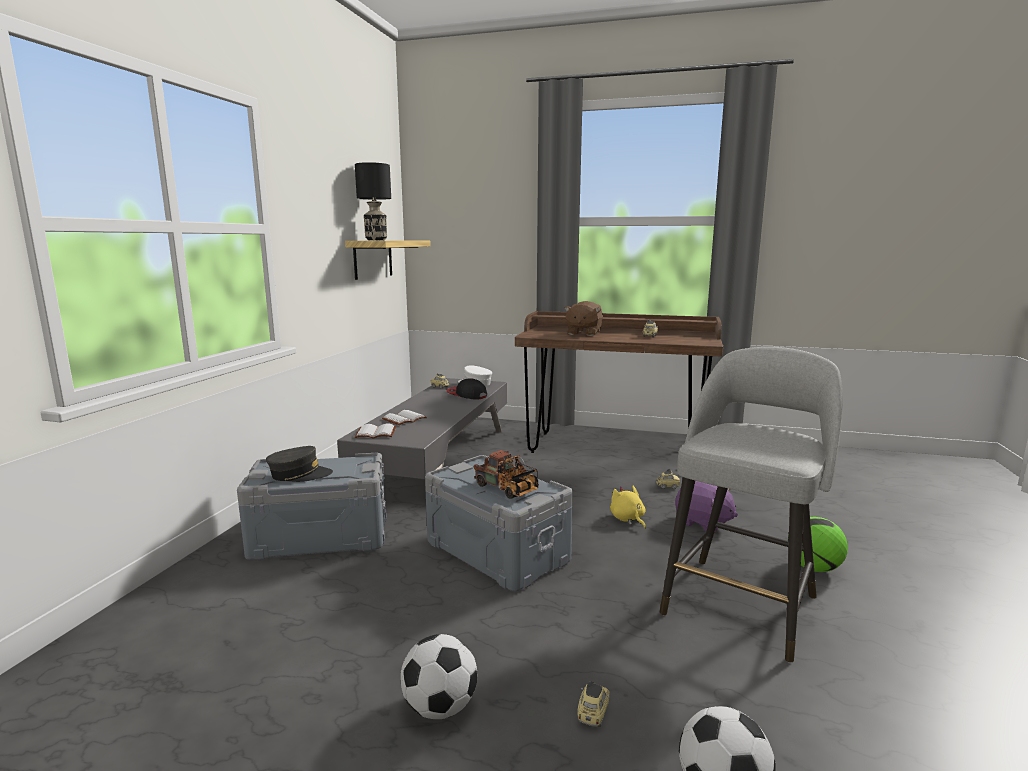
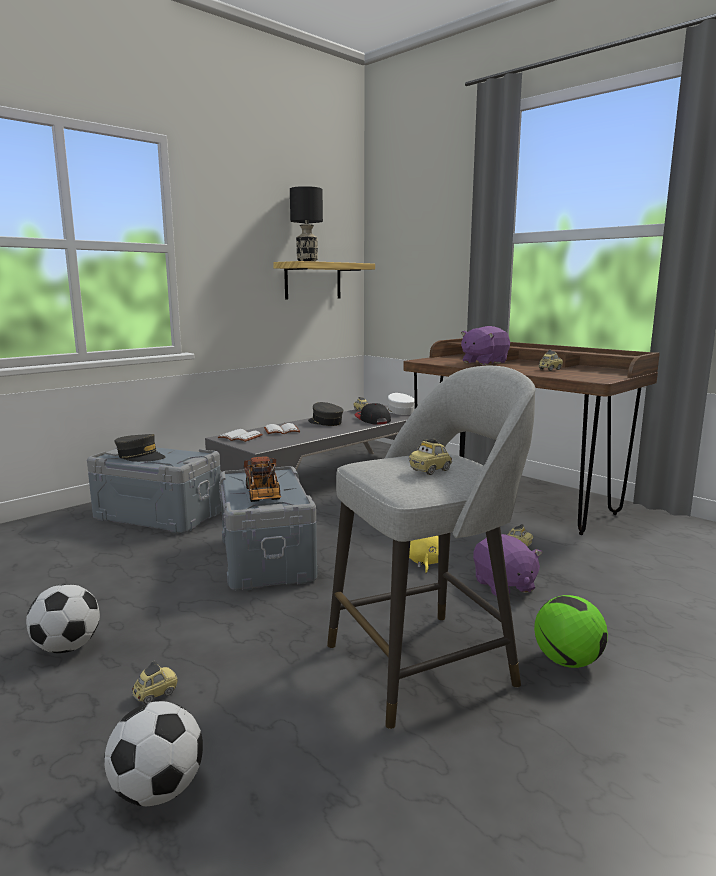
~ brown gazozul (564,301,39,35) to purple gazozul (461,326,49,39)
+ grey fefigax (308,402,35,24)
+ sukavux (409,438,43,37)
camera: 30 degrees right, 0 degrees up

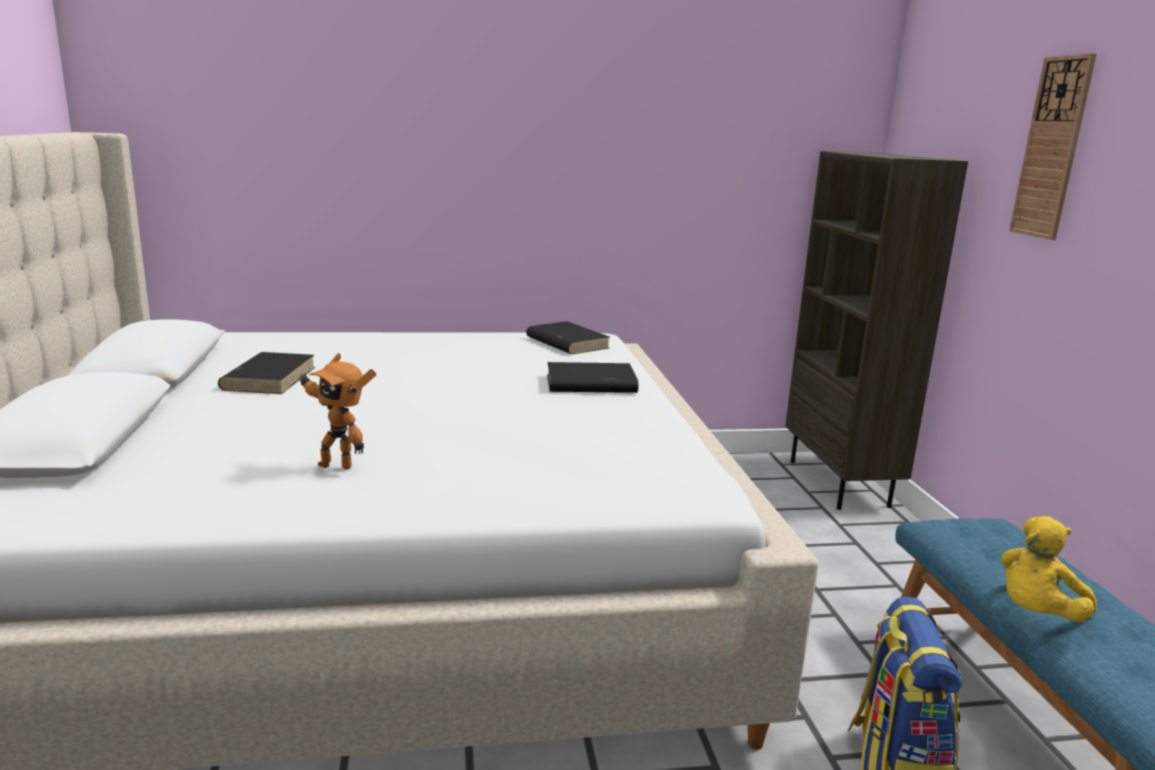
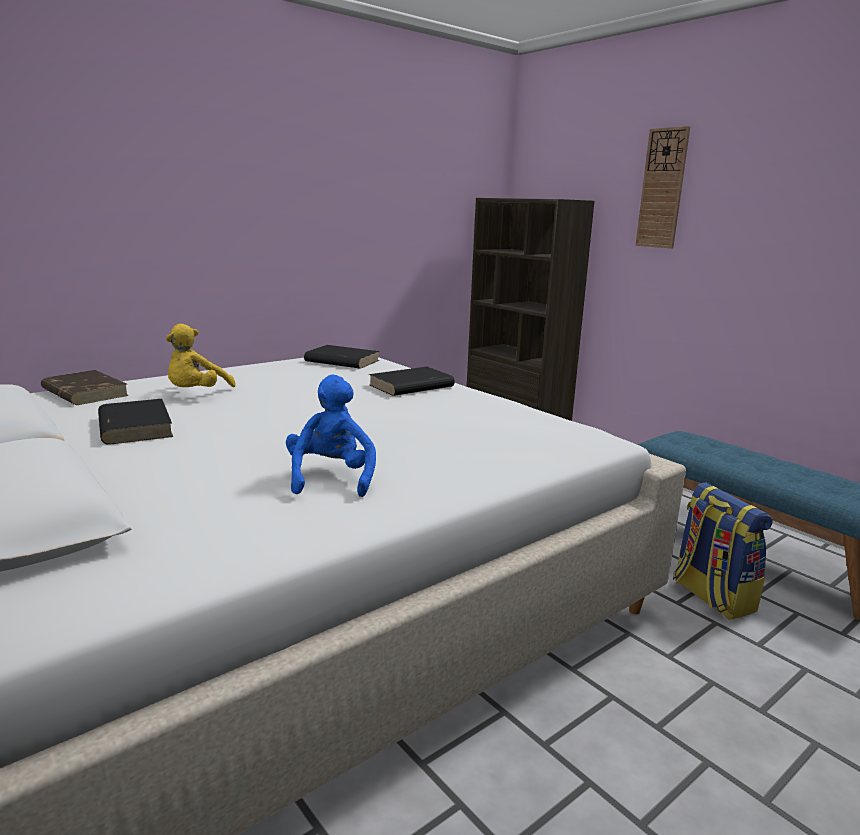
~ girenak (298,353,78,116) to blue gazozul (286,375,90,122)
~ yellow gazozul (1001,516,96,106) to (166,324,70,63)
+ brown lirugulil (41,370,88,35)
camera: 30 degrees left, 0 degrees up

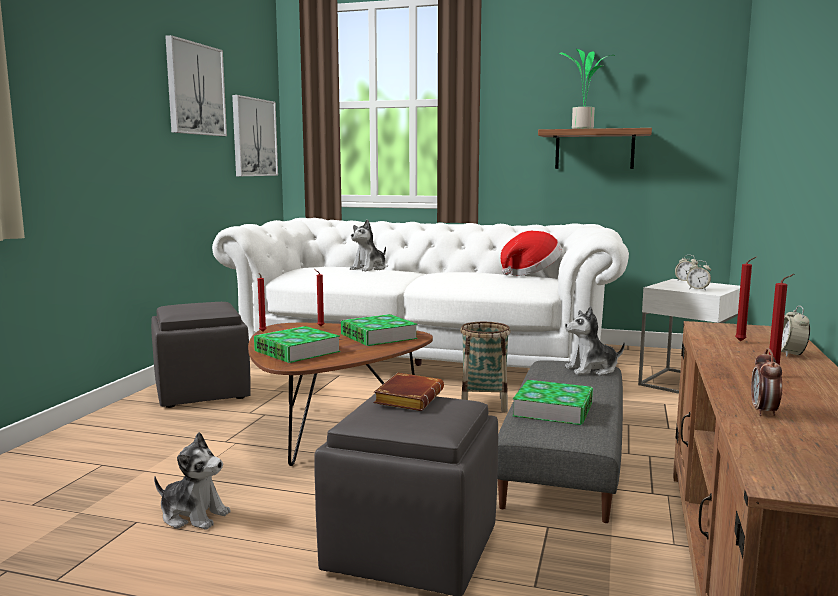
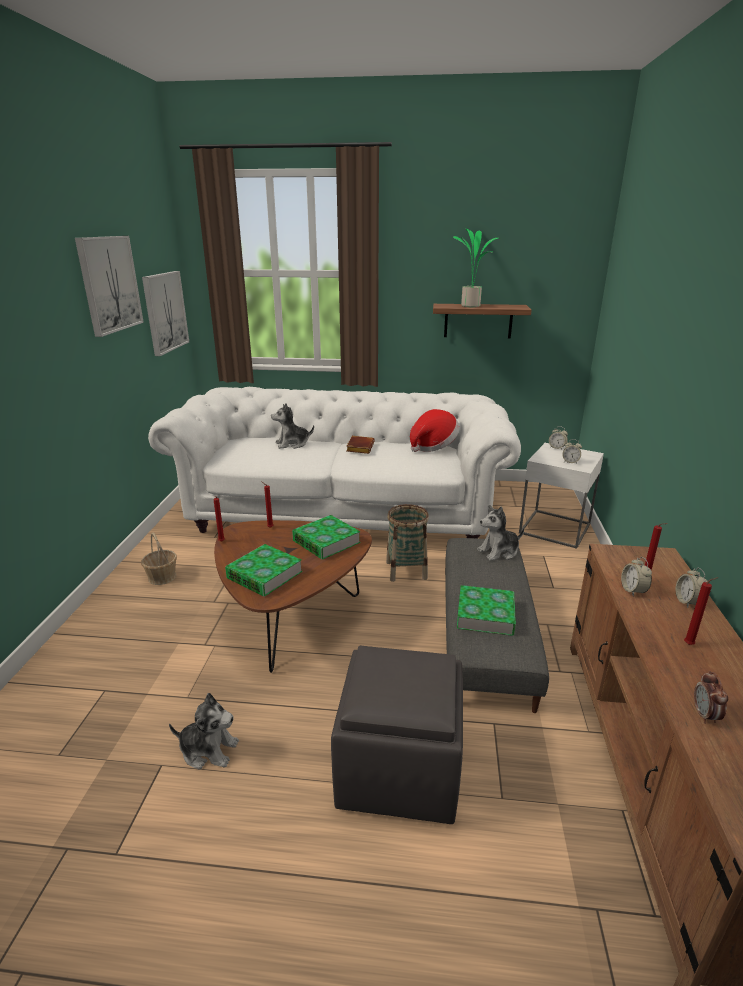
~ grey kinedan (151,302,100,106) to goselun (141,532,36,53)
~ gazozul (350,219,36,52) = (271,403,43,46) 45 degrees clockwise
~ brown lirugulil (373,373,71,38) to (346,436,29,18)
+ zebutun (621,557,31,39)
camera: 10 degrees left, 15 degrees up

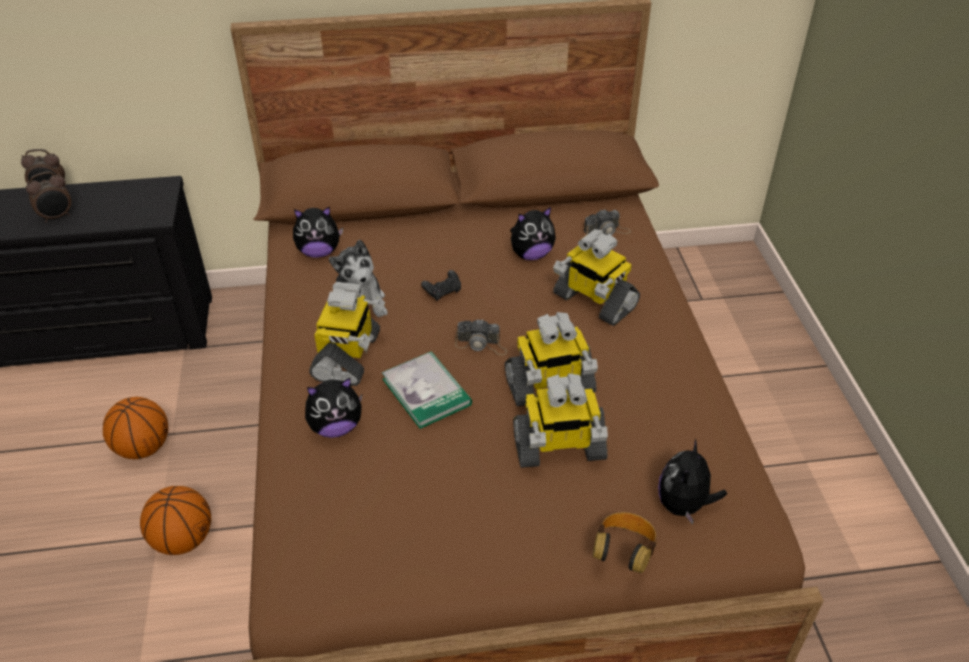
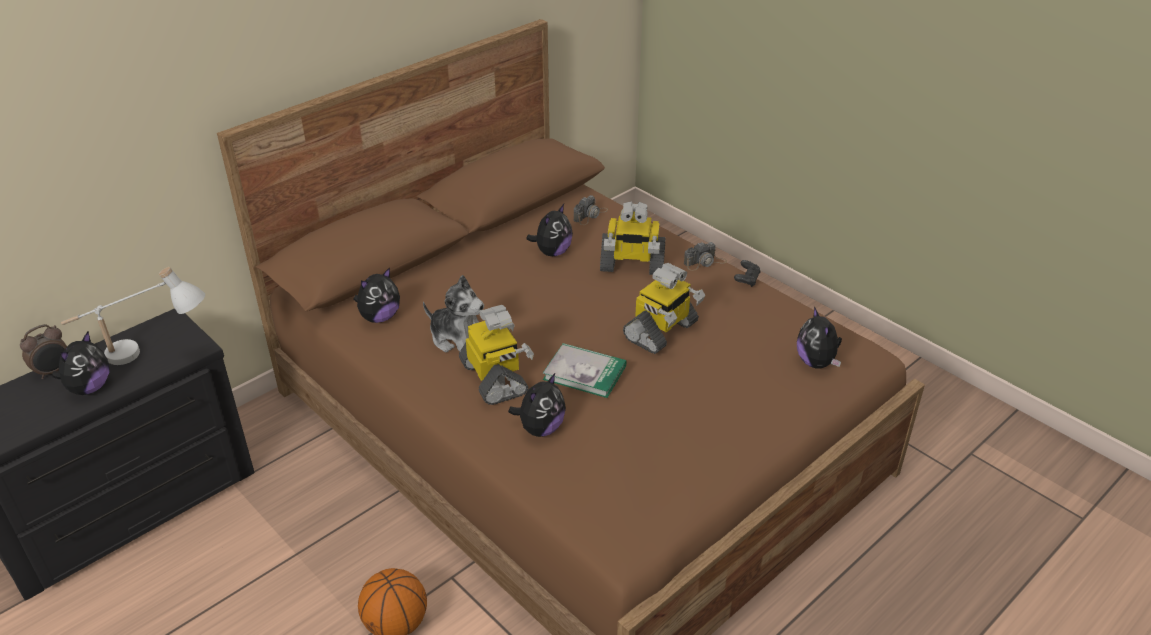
~ zebutun (26,172,45,50) to gazozul (52,332,58,63)
- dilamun (103,397,65,62)
~ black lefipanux (421,270,40,31) to (734,260,27,27)
~ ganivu (455,319,52,36) to (684,242,43,29)
- girenak (513,373,95,95)
- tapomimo (593,512,64,61)
+ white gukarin (61,267,144,98)
camera: 35 degrees left, 5 degrees down

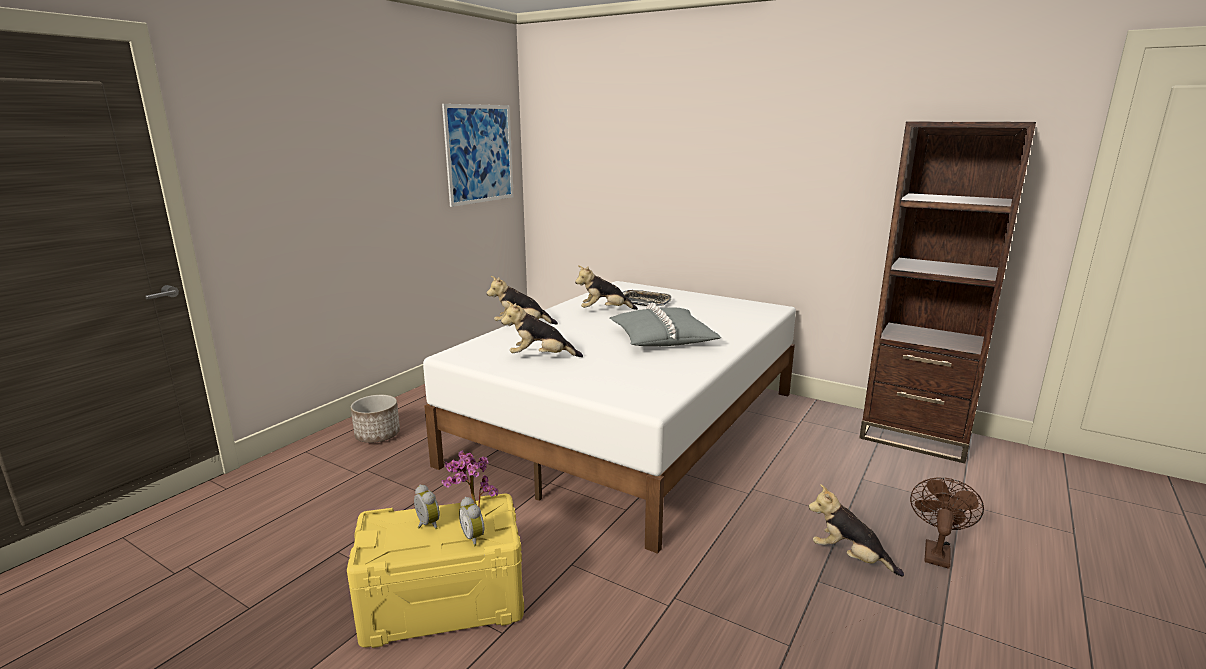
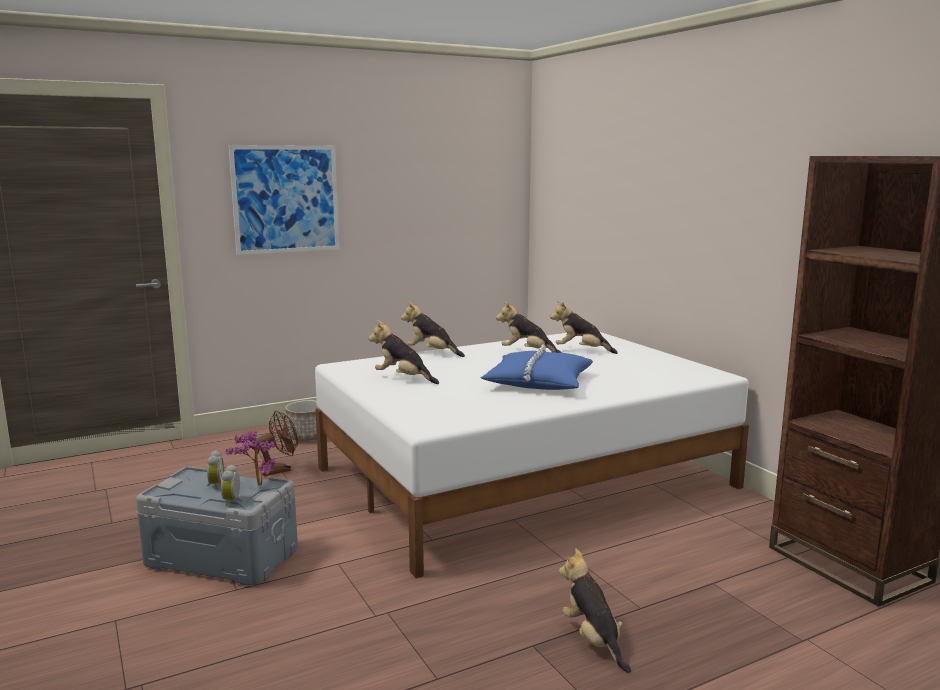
~ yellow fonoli (347,493,177,155) to grey fonoli (136,467,162,119)
~ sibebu (442,104,72,103) to (229,145,110,110)
~ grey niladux (610,302,111,44) to blue niladux (480,345,113,45)
~ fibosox (622,290,50,16) to gazozul (550,301,68,53)
~ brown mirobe (910,477,74,92) to (256,411,42,65)
camera: 30 degrees right, 5 degrees down

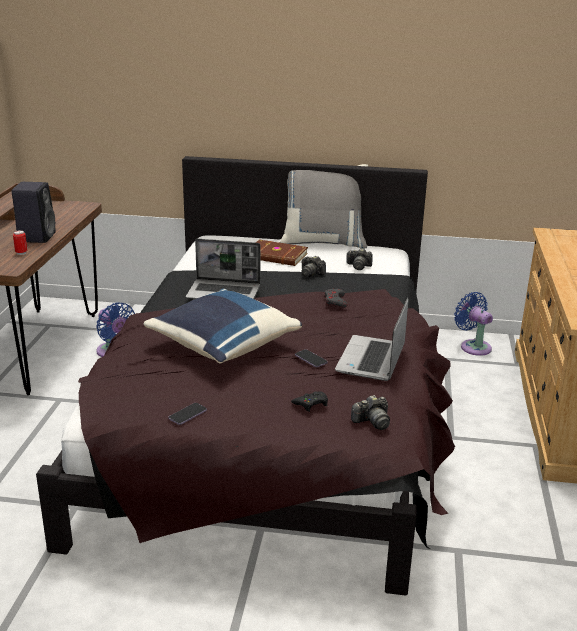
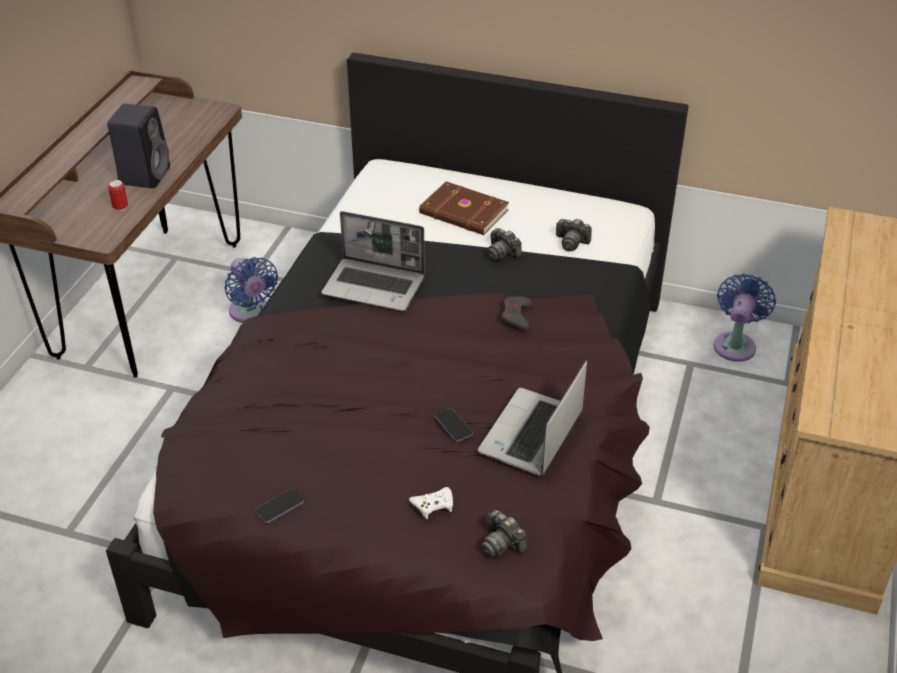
- blue niladux (143,289,159,74)
- grey niladux (280,164,88,85)
~ black lefipanux (291,391,37,21) to white lefipanux (409,487,44,32)
~ ganivu (351,395,39,35) = (481,510,46,48) 60 degrees clockwise
~ blue mirobe (454,292,39,64) = (713,273,63,89) 45 degrees clockwise
camera: 10 degrees right, 15 degrees up

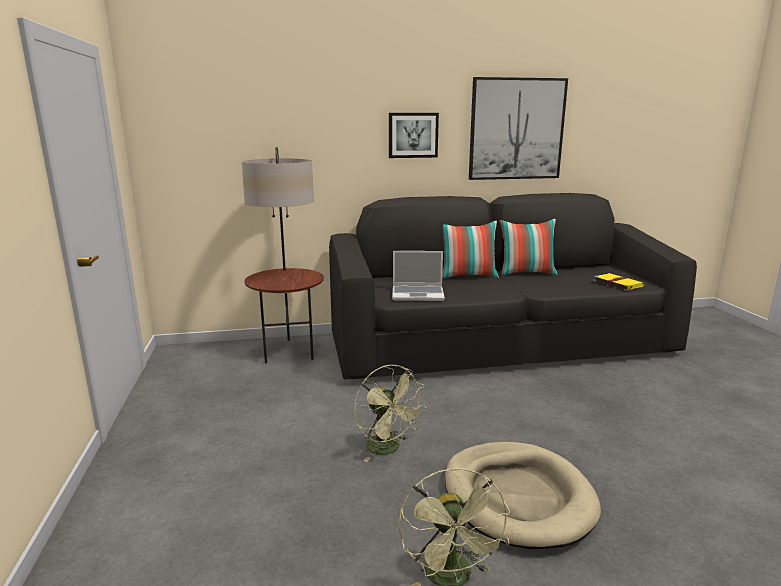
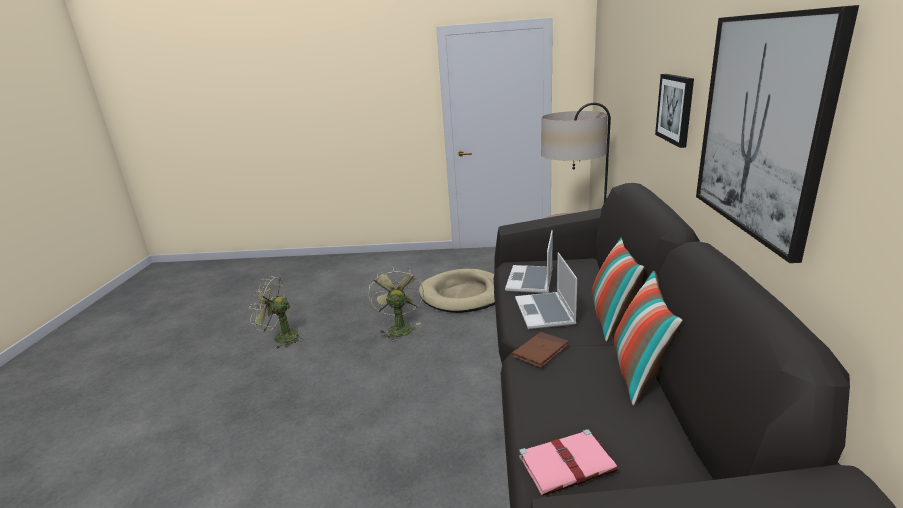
~ green mirobe (354,365,72,97) = (368,266,56,76) 105 degrees clockwise
~ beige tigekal (445,442,156,107) to (419,269,76,44)
~ yellow lirugulil (593,273,52,18) to pink lirugulil (519,429,99,67)
+ brown lirugulil (512,332,56,36)
+ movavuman (515,253,62,76)
camera: 105 degrees right, 5 degrees up

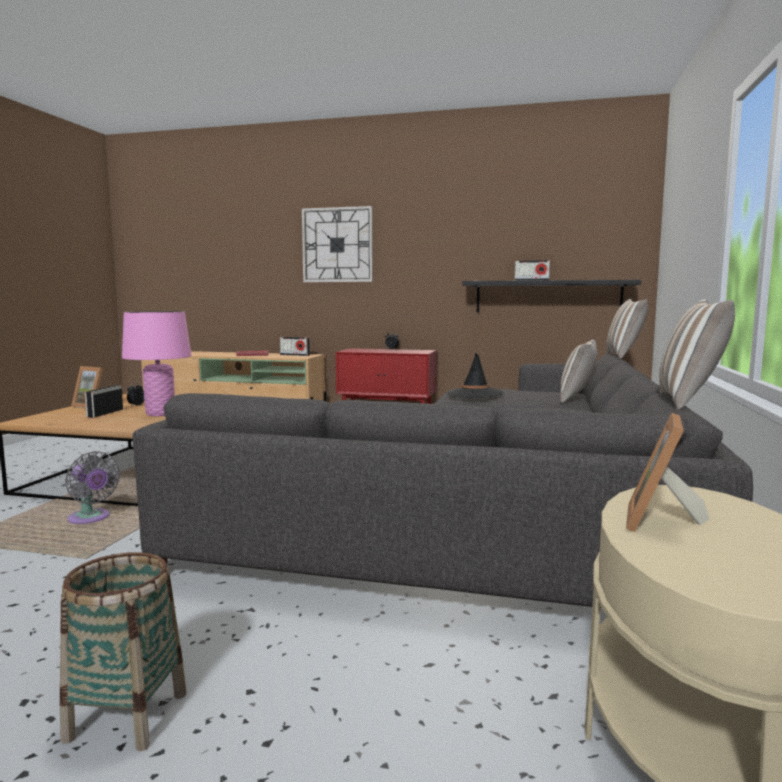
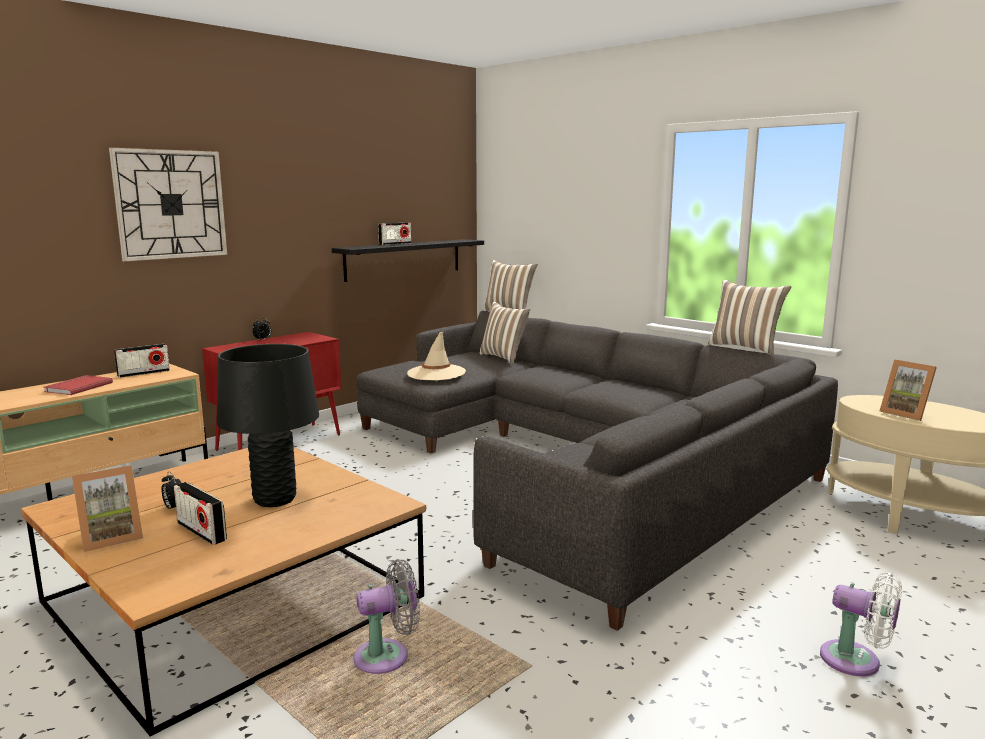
~ goselun (60,552,126,199) to white mirobe (820,572,82,104)
~ pink gukarin (122,311,70,105) to black gukarin (217,344,102,163)
~ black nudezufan (447,353,56,45) to beige nudezufan (407,331,59,50)
camera: 60 degrees left, 5 degrees up

